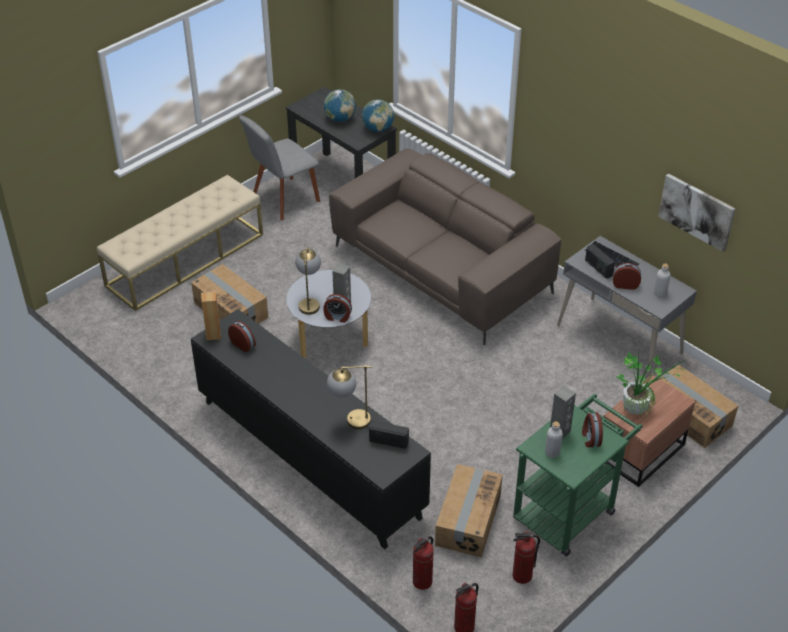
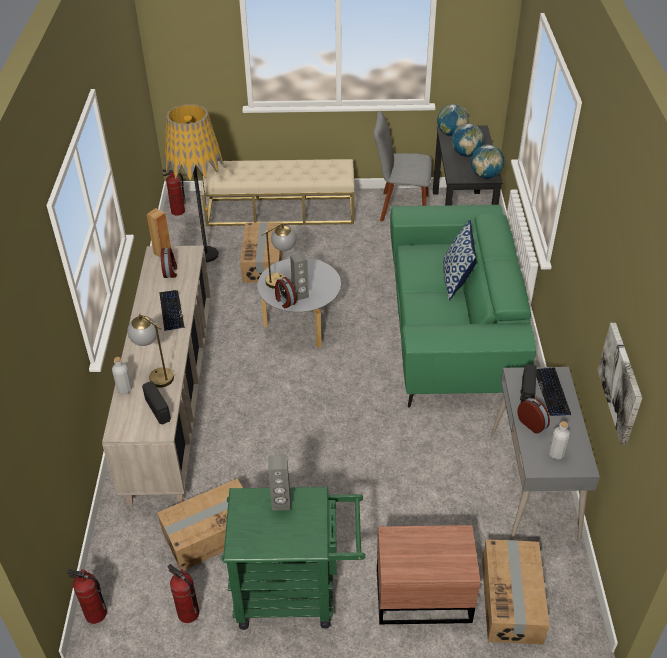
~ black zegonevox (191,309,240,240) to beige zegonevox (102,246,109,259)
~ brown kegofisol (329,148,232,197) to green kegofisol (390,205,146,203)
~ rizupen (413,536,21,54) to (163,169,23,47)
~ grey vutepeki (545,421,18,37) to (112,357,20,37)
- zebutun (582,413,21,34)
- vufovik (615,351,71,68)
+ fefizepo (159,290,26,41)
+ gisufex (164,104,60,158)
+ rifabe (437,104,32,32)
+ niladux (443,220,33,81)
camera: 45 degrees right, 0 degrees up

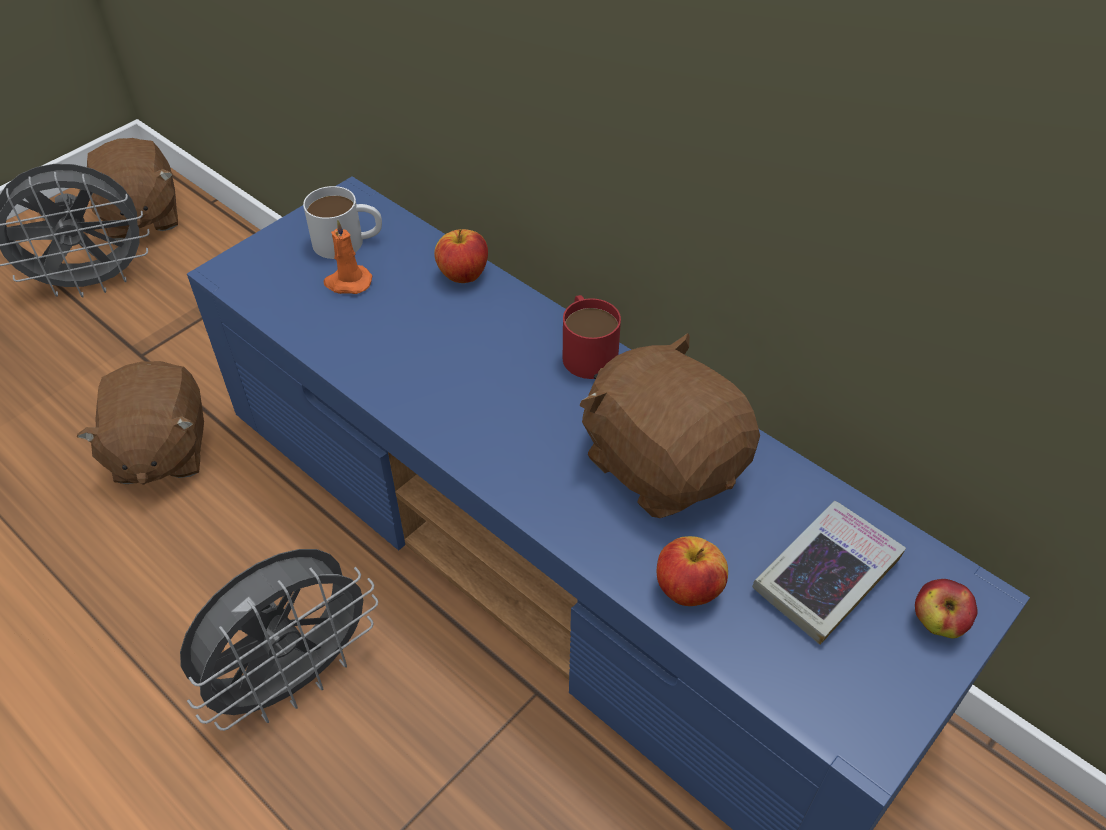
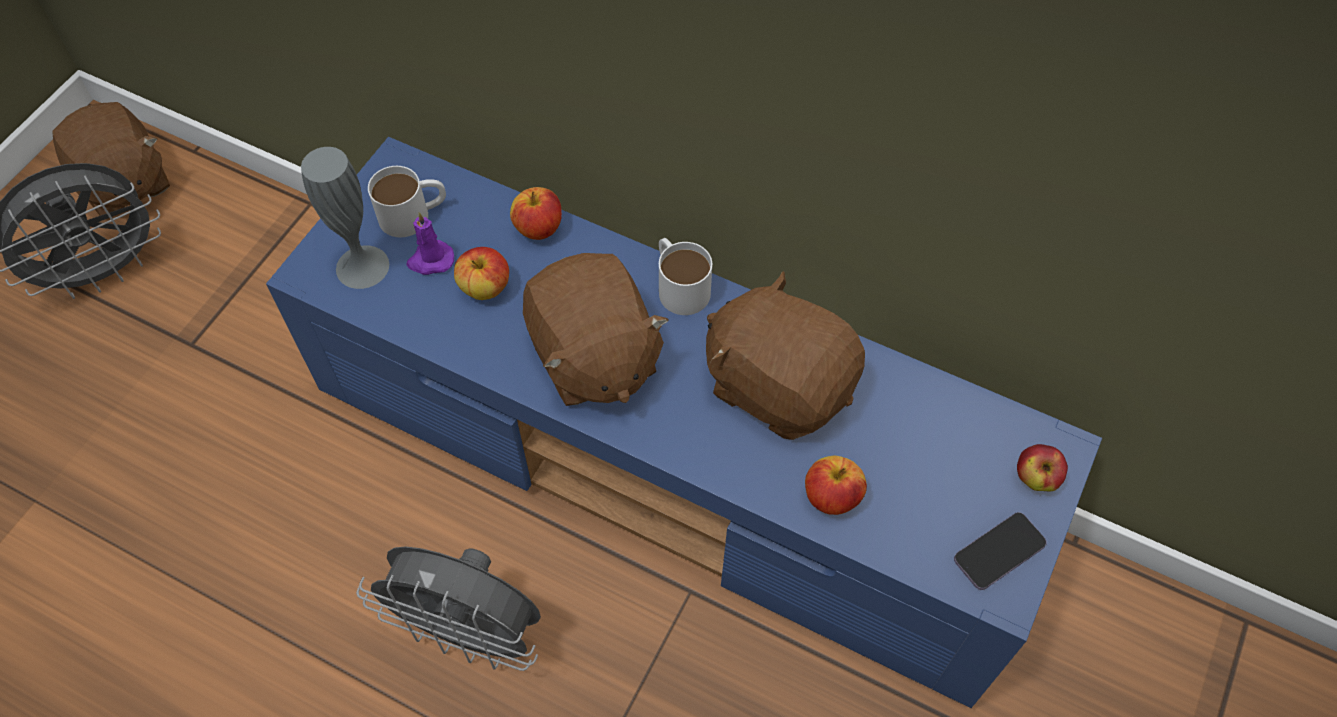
~ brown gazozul (77,361,127,124) to (523,253,146,153)
~ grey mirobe (180,549,198,182) = (356,546,185,125) 75 degrees clockwise
~ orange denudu (323,219,49,75) to purple denudu (406,212,48,63)
~ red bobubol (563,295,58,84) to white bobubol (659,238,53,77)
- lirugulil (752,501,154,144)
+ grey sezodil (301,147,88,142)
+ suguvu (454,247,55,53)
+ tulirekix (954,512,93,78)
camera: 15 degrees left, 10 degrees up

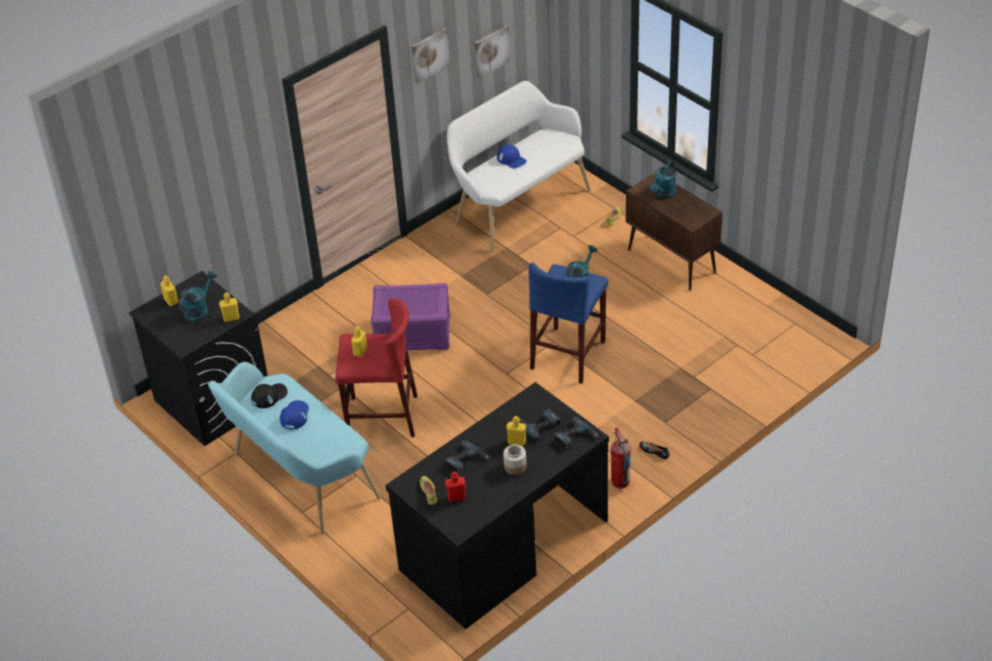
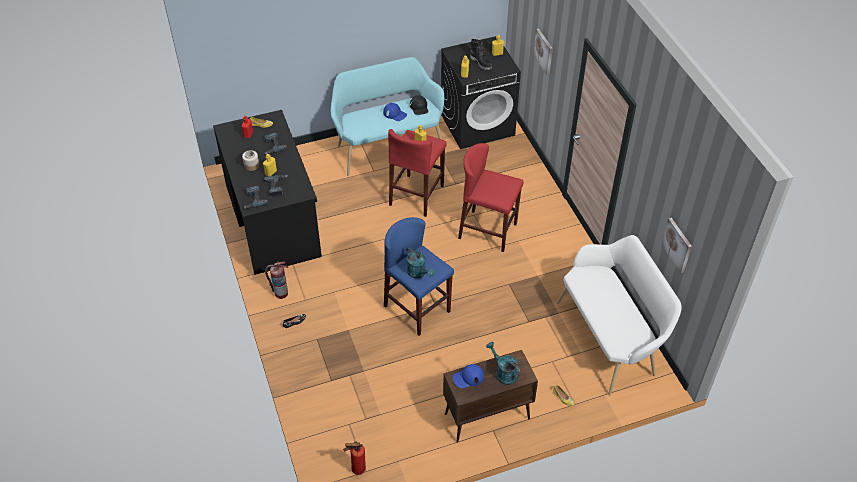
~ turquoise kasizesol (179,271,38,51) to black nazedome (470,39,22,31)
~ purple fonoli (371,283,79,67) to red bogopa (458,143,66,109)
~ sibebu (412,28,38,55) to (533,29,20,46)
~ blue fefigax (497,144,30,25) to (453,364,31,24)
+ rizupen (344,441,22,34)
camera: 110 degrees right, 5 degrees up

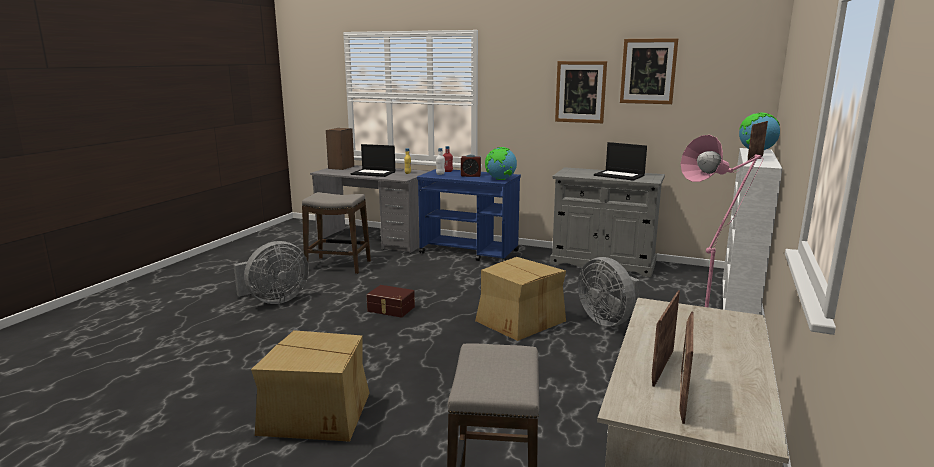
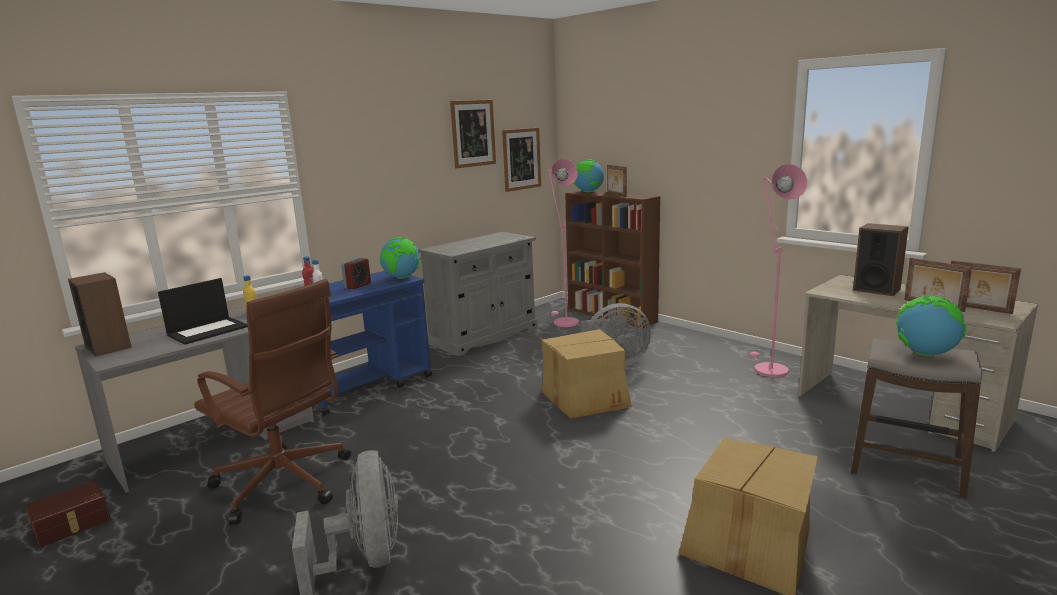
~ bogopa (302,192,69,82) to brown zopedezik (194,279,157,246)
~ brown fonoli (366,285,49,33) to (26,481,85,67)
~ sibebu (555,61,52,62) to (502,128,39,64)
- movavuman (594,142,53,39)
~ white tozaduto (723,148,59,167) to brown tozaduto (565,190,95,138)
+ pink gisufex (547,159,32,168)
+ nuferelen (853,223,56,73)
+ rifabe (896,296,71,60)
camera: 65 degrees left, 0 degrees up

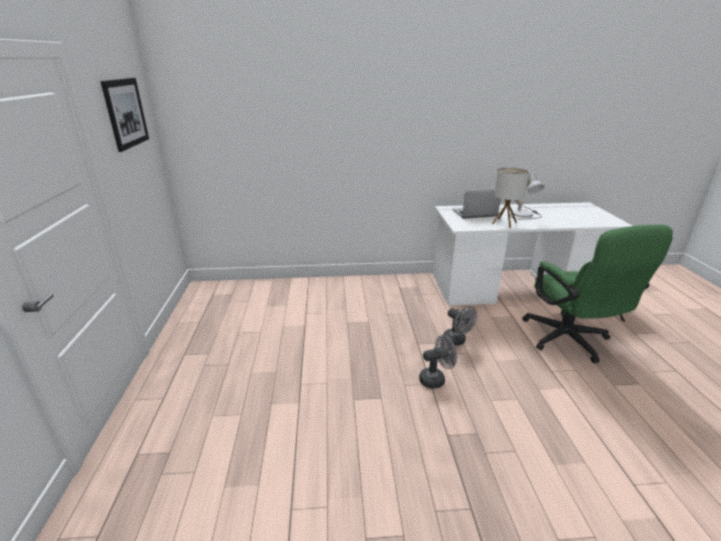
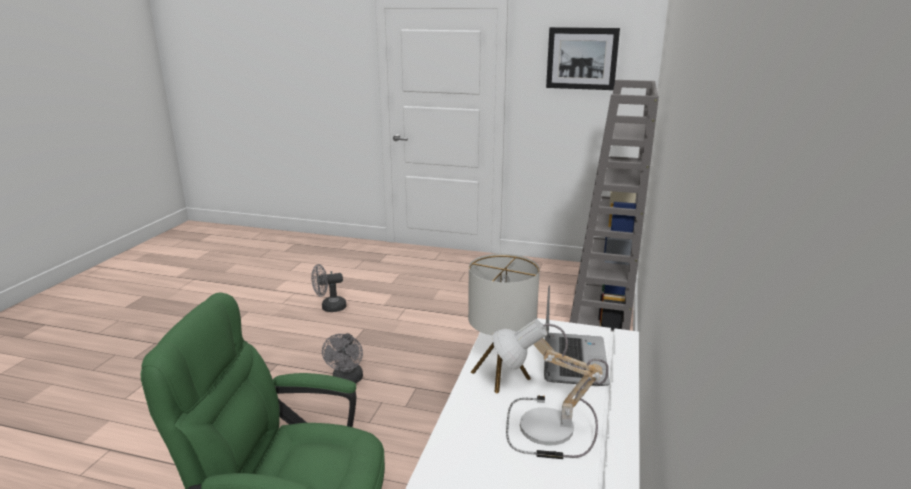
~ grey mirobe (443,306,34,40) to (311,264,36,48)
+ grey tozaduto (570,80,89,252)
camera: 110 degrees right, 5 degrees down

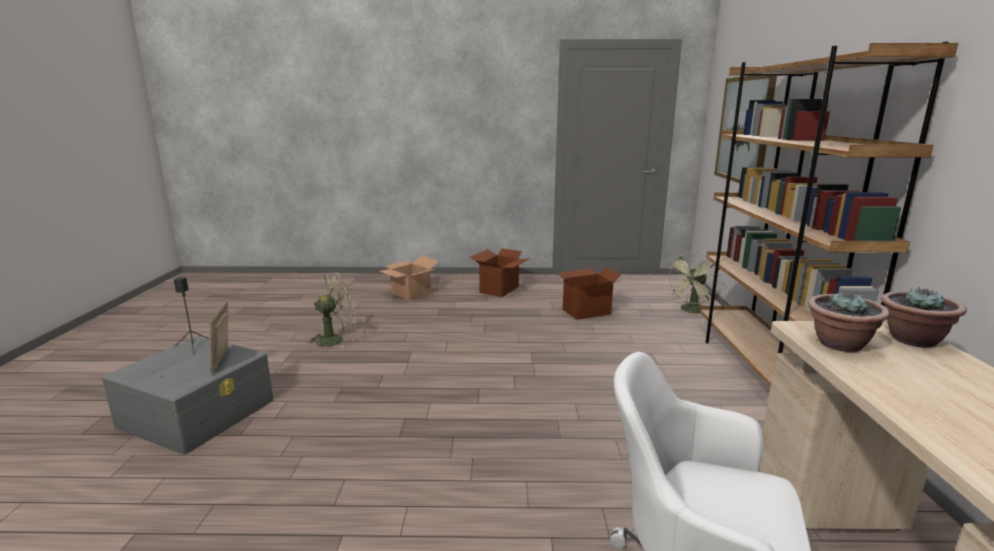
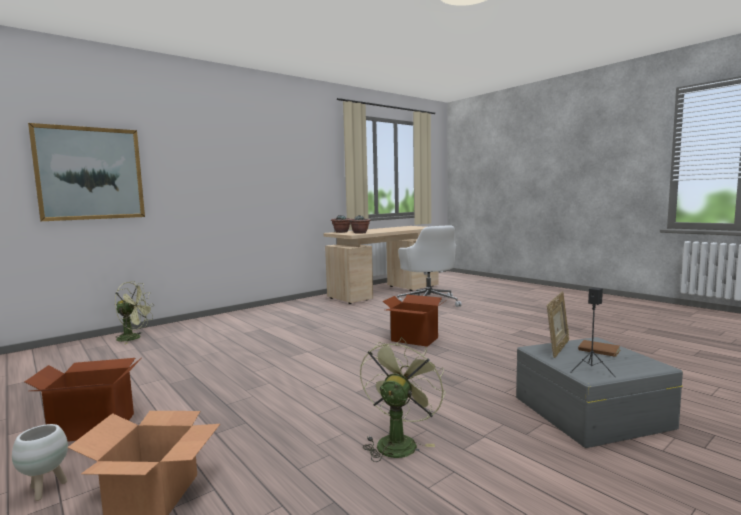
~ green mirobe (307,272,48,76) = (360,337,85,125) 90 degrees clockwise
~ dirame (558,267,63,53) to (383,295,62,52)
- brown tozaduto (700,42,258,345)
+ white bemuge (12,424,56,77)
+ brown lirugulil (578,340,42,17)
camera: 130 degrees left, 10 degrees down

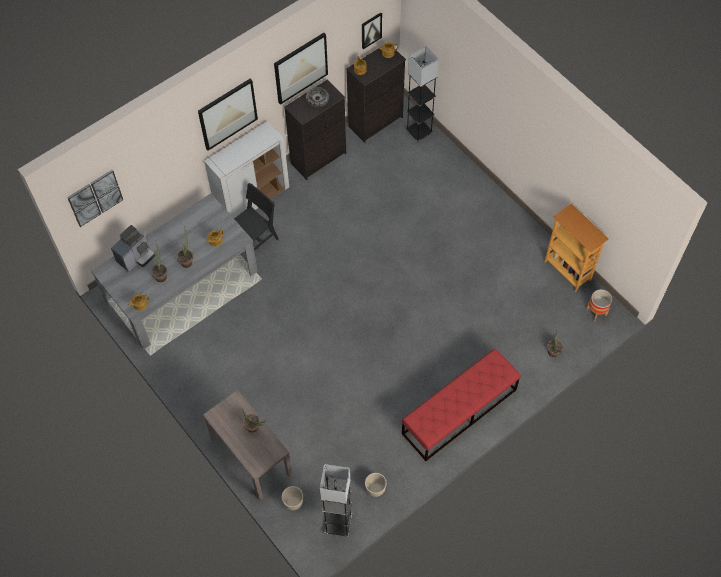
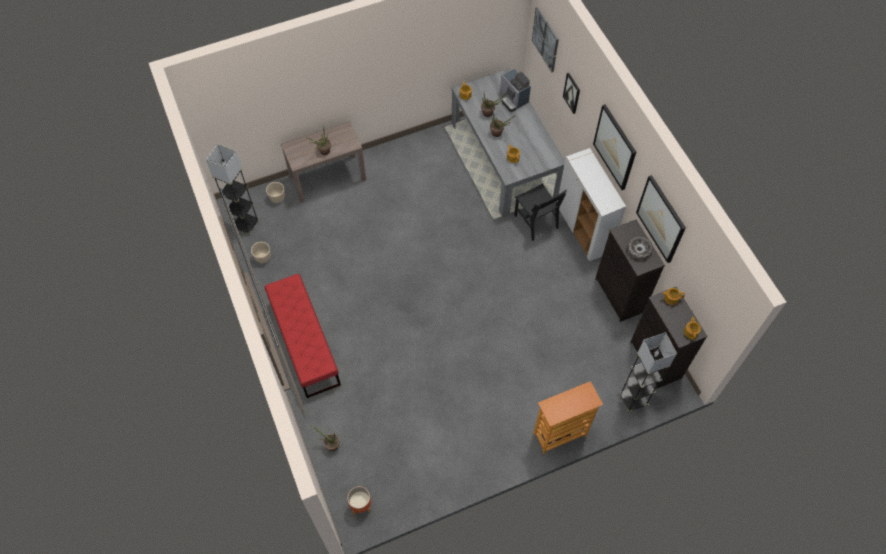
~ sibebu (362,12,20,37) to (563,73,17,41)
~ tozaduto (544,204,65,88) to (533,381,70,73)
camera: 105 degrees right, 0 degrees up

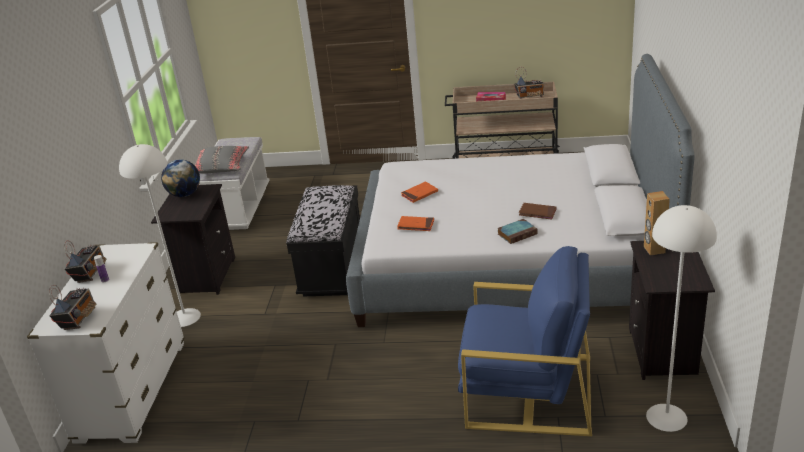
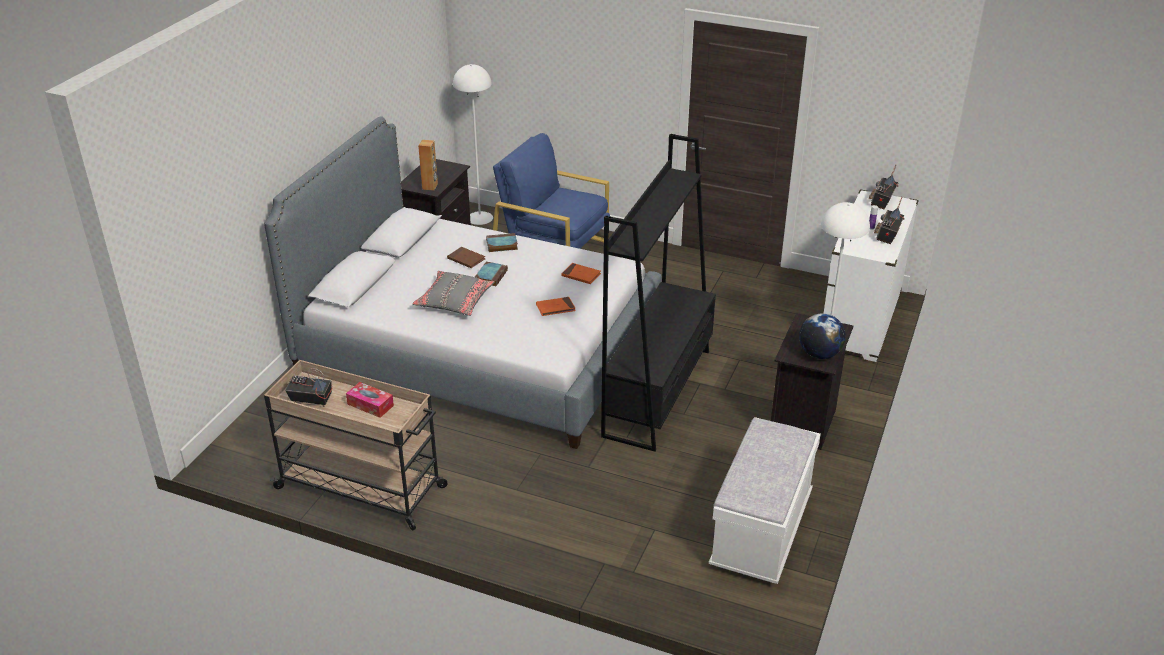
~ grey niladux (195,146,54,28) to (412,271,83,45)
~ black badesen (286,185,74,112) to black tozaduto (601,134,115,318)
+ lirugulil (475,262,33,24)
camera: 165 degrees left, 5 degrees up

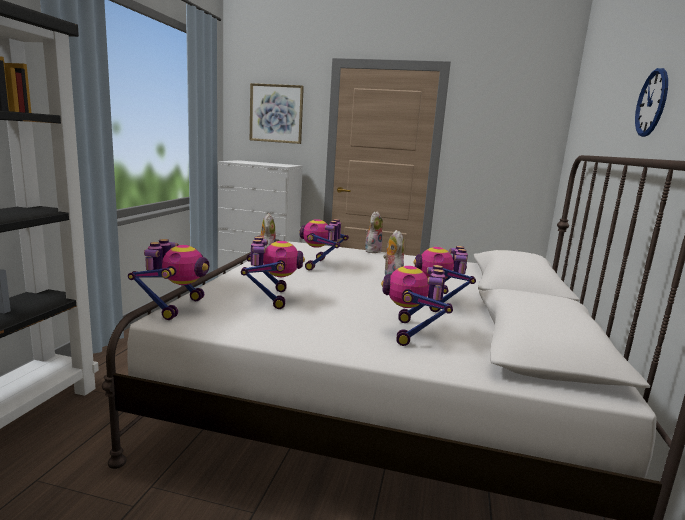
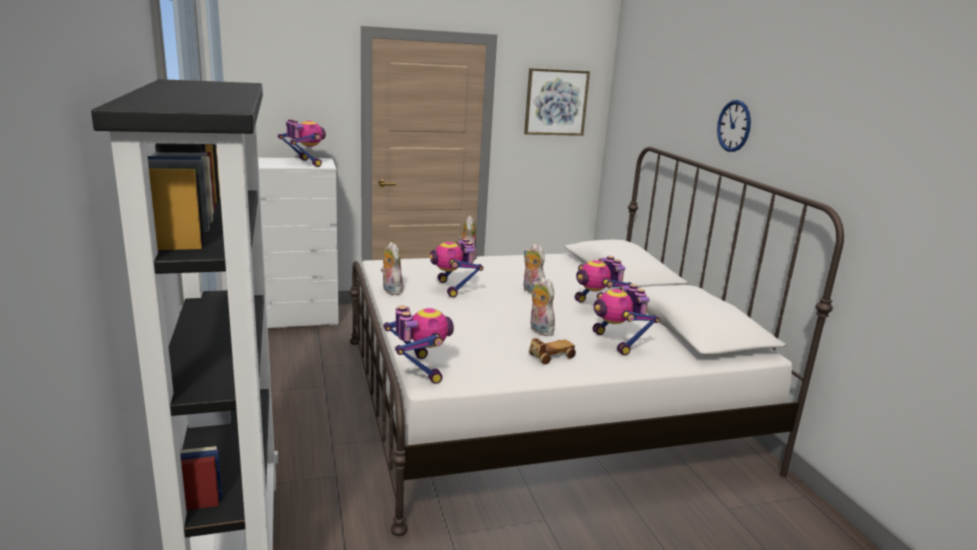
~ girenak (241,237,64,72) to (278,119,48,48)
~ sibebu (250,83,54,61) to (524,68,66,68)
+ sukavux (529,338,47,26)
+ gazozul (530,277,26,59)
camera: 30 degrees left, 5 degrees up

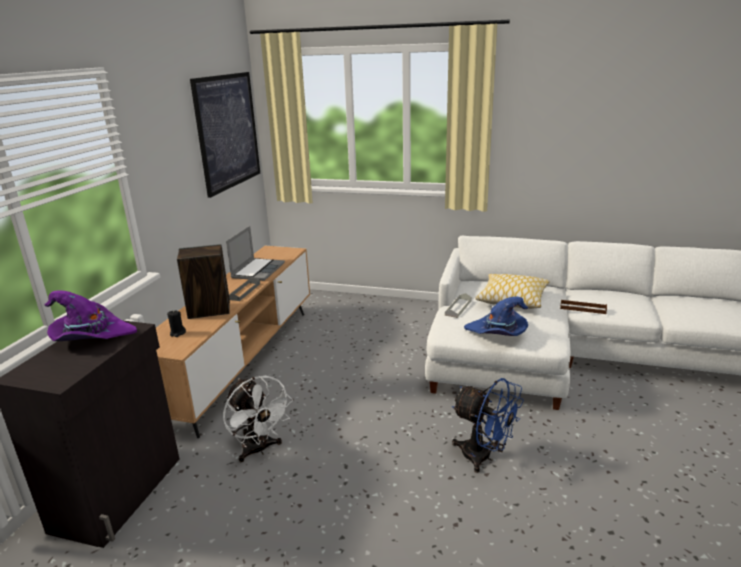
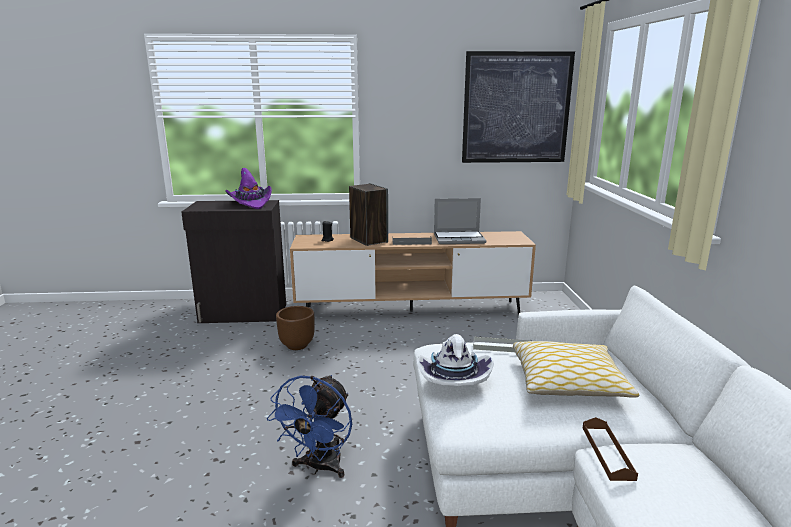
~ white mirobe (223,376,70,86) to brown bemuge (276,306,39,44)
~ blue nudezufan (464,297,64,39) to white nudezufan (417,334,77,52)
camera: 70 degrees right, 5 degrees down

